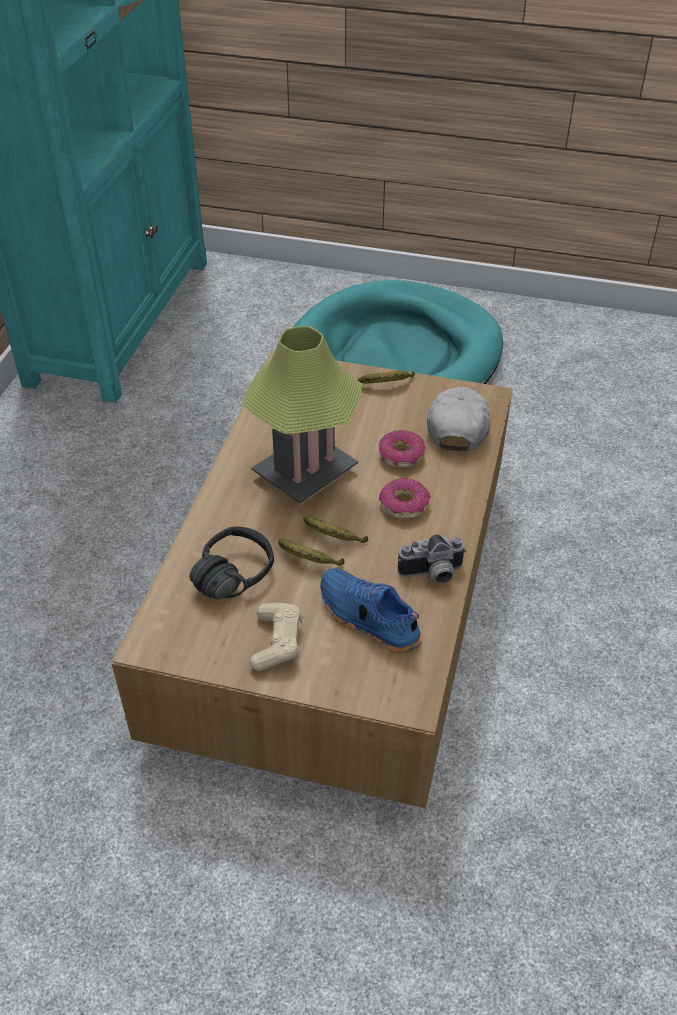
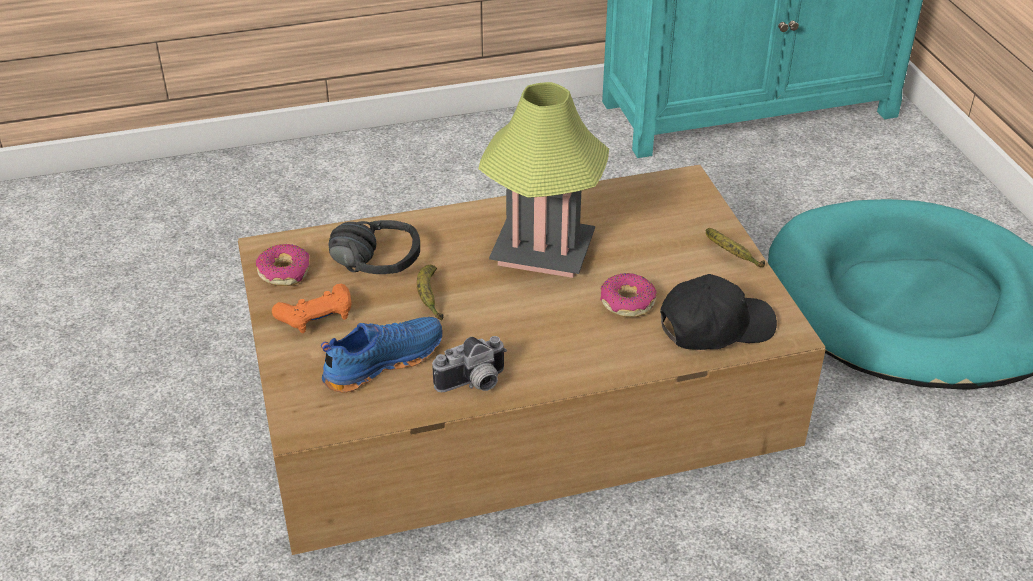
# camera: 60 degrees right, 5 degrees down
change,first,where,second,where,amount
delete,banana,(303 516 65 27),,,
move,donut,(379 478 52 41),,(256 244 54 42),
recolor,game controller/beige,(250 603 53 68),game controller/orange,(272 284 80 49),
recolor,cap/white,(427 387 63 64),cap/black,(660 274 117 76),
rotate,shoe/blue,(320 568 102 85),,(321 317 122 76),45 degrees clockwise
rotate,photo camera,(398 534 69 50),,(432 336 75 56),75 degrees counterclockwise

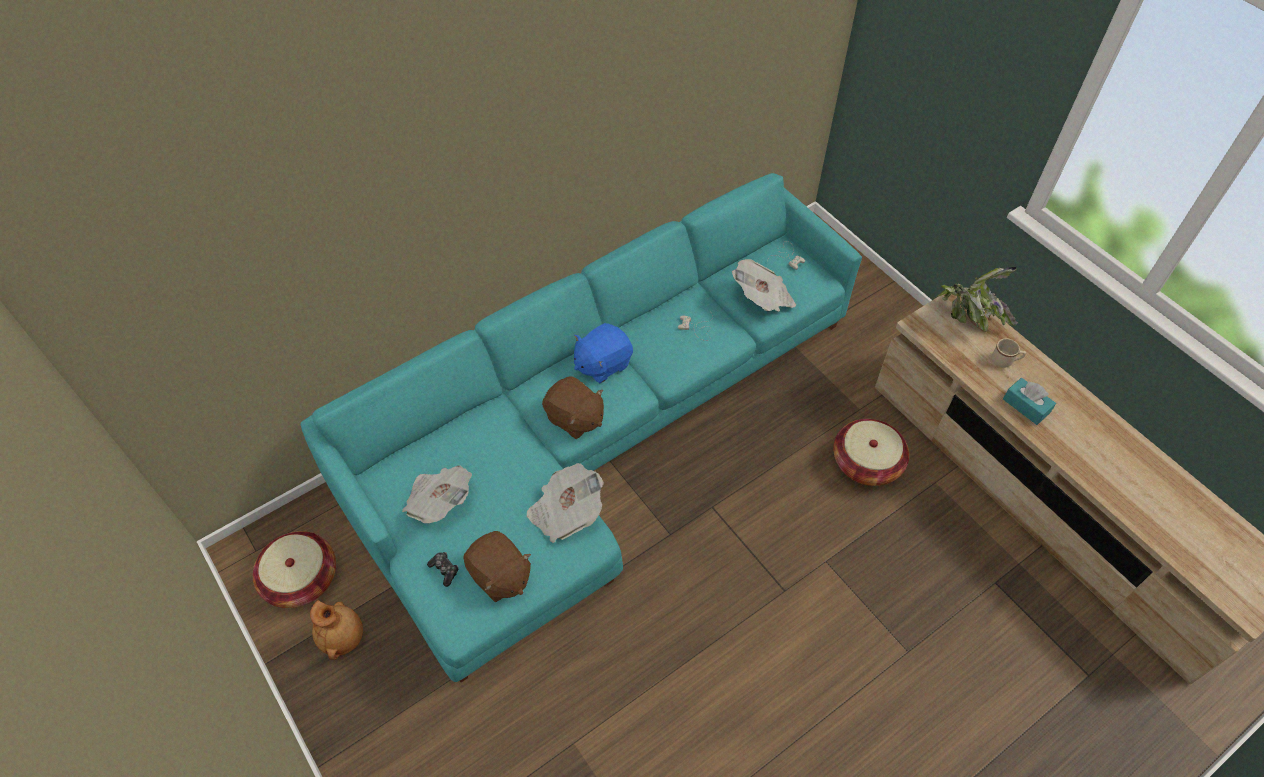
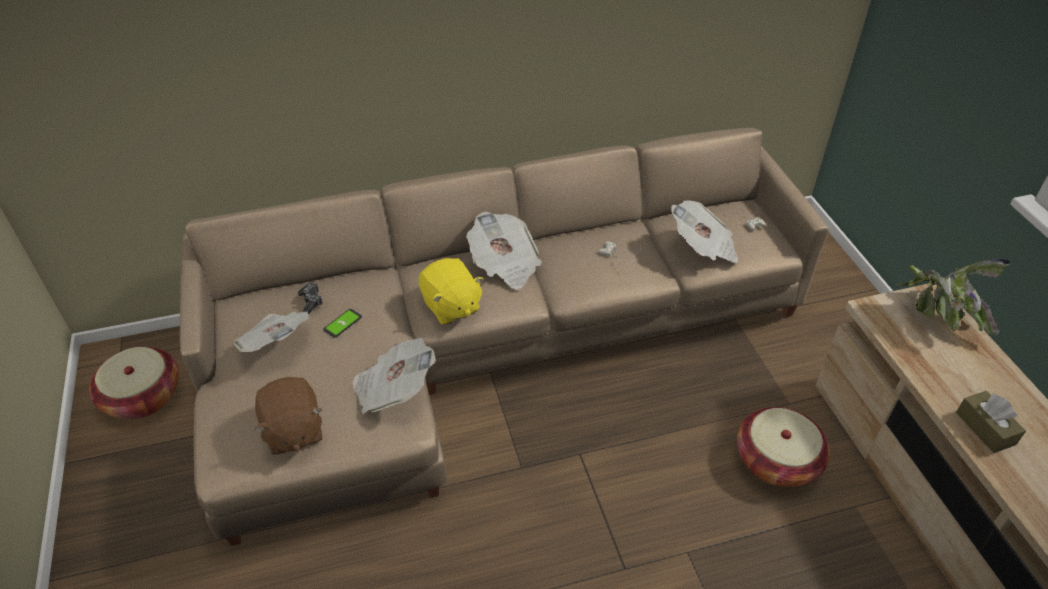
# camera: 20 degrees right, 10 degrees down
change,first,where,second,where,amount
delete,vase/brown,(310 600 53 60),,,
delete,mug/beige,(992 338 34 29),,,
insert,,,phone,(323 309 39 29),
move,game controller,(427 552 31 35),,(298 283 25 31),
replace,plush toy/blue,(574 323 59 60),newspaper,(466 211 76 79),
recolor,sofa/turquoise,(301 173 561 510),sofa/beige,(180 128 649 418),
recolor,plush toy/brown,(542 377 62 62),plush toy/yellow,(419 258 65 67),
recolor,tissue box/turquoise,(1003 378 53 47),tissue box/brown,(956 391 70 62),

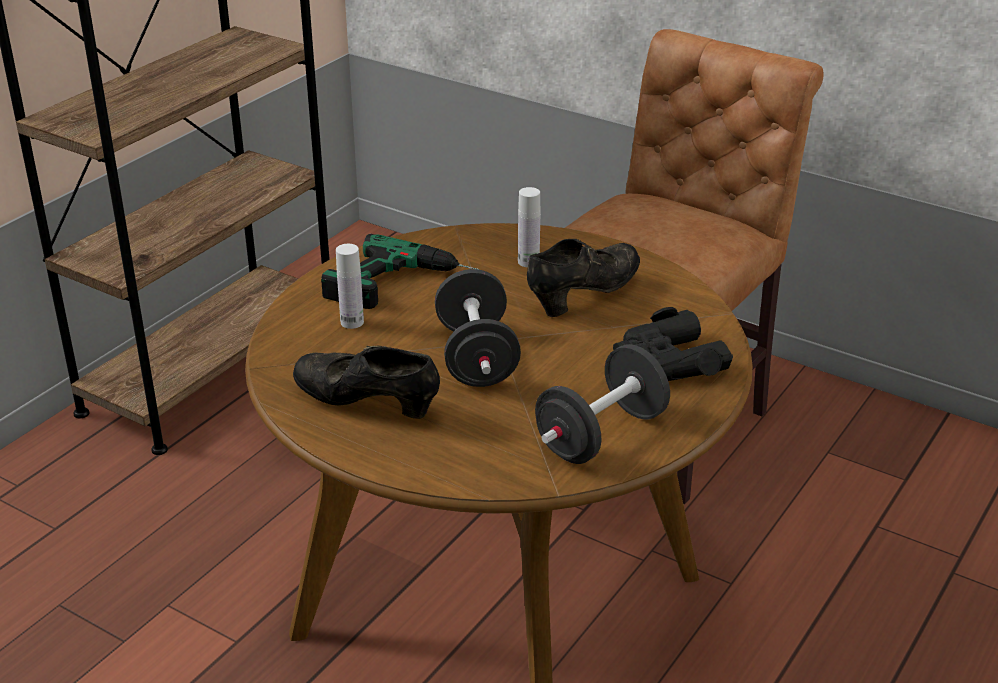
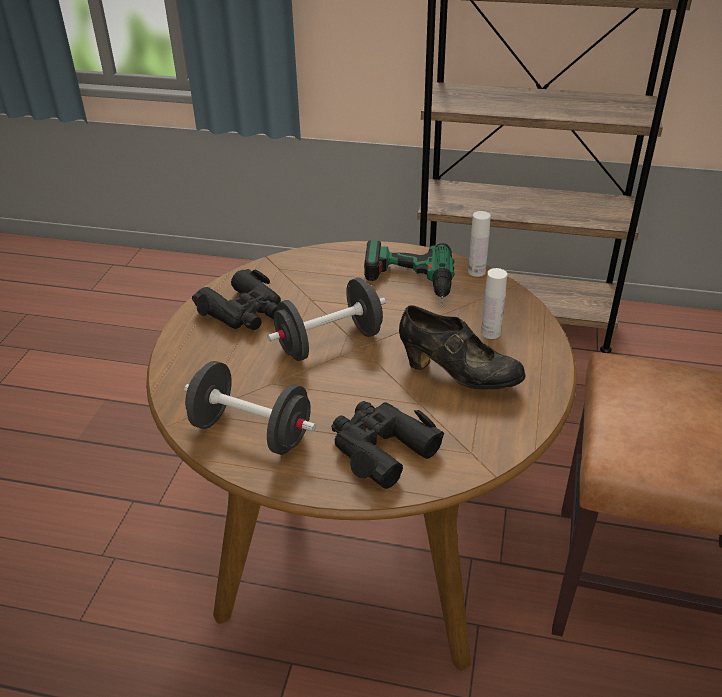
# camera: 70 degrees right, 5 degrees up
change,first,where,second,where,amount
move,bottle/white,(336 244 28 85),,(468 211 23 66),
replace,shoe/black,(293 346 147 73),binoculars/black,(192 269 89 61),

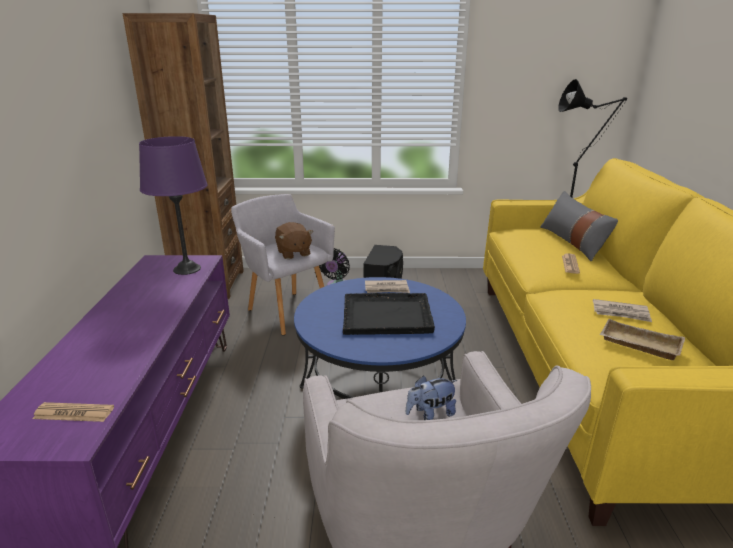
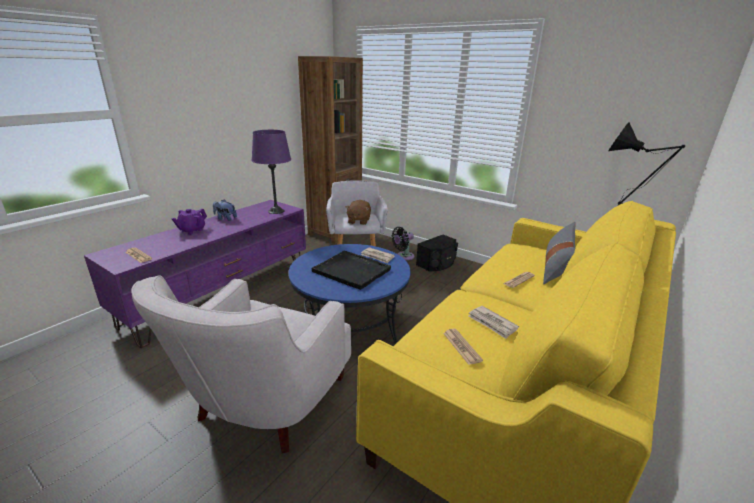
# camera: 35 degrees right, 0 degrees up
change,first,where,second,where,amount
insert,,,teapot/purple,(172 209 35 25),
move,plush toy,(406 376 51 44),,(213 199 24 22),
replace,tray/beige,(600 319 85 41),newspaper,(443 329 40 36),

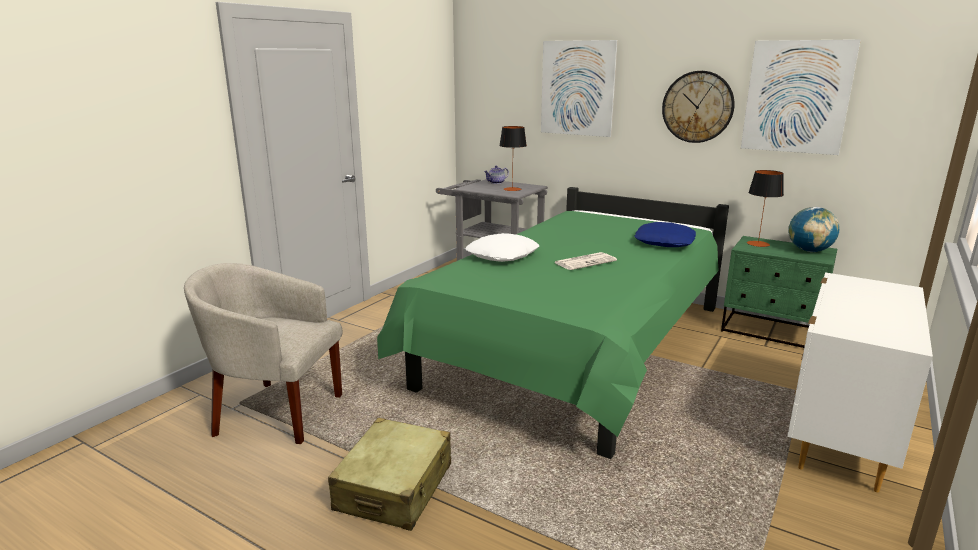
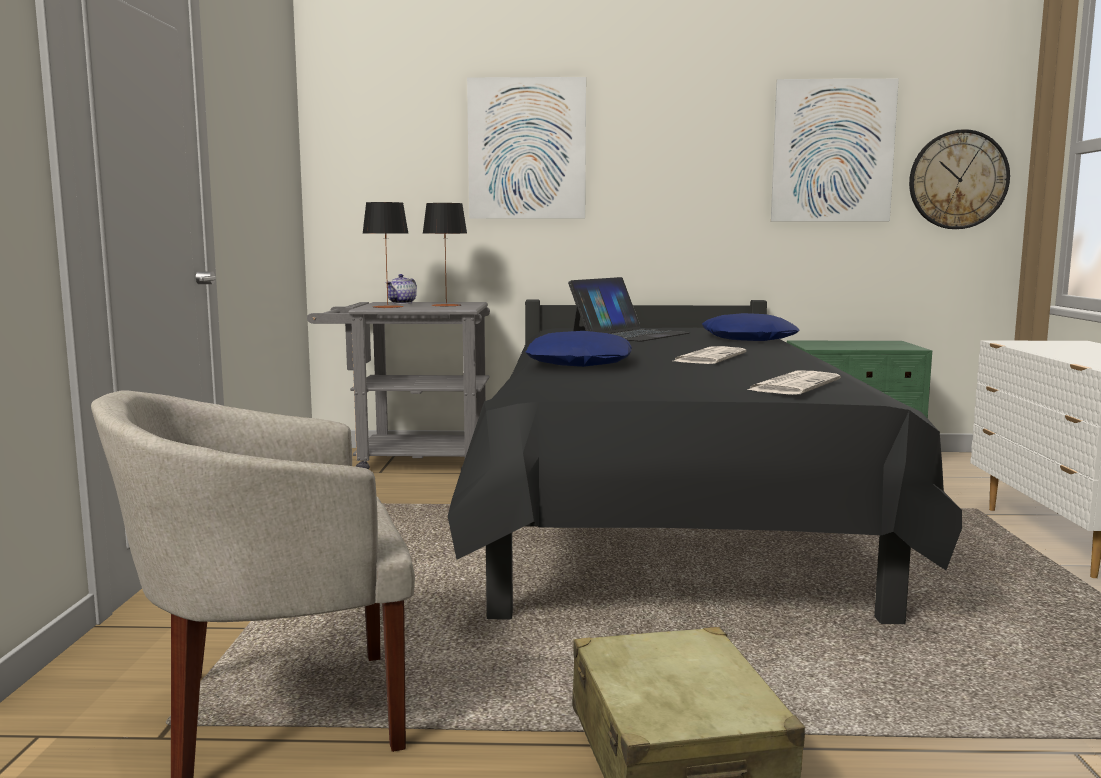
# camera: 30 degrees left, 10 degrees down
change,first,where,second,where,amount
delete,globe,(788 207 52 45),,,
insert,,,laptop,(568 277 122 65),
insert,,,newspaper,(747 370 94 25),
move,wall clock,(662 71 72 72),,(909 129 101 100),
move,table lamp,(747 170 37 77),,(363 202 46 106),
recolor,bed/green,(377 187 352 272),bed/black,(448 300 514 324),
recolor,pillow/white,(465 233 74 29),pillow/blue,(525 331 107 36),

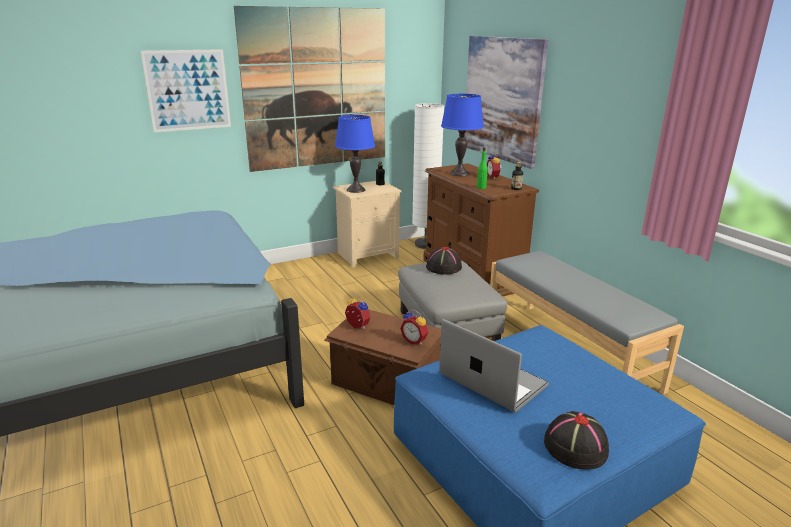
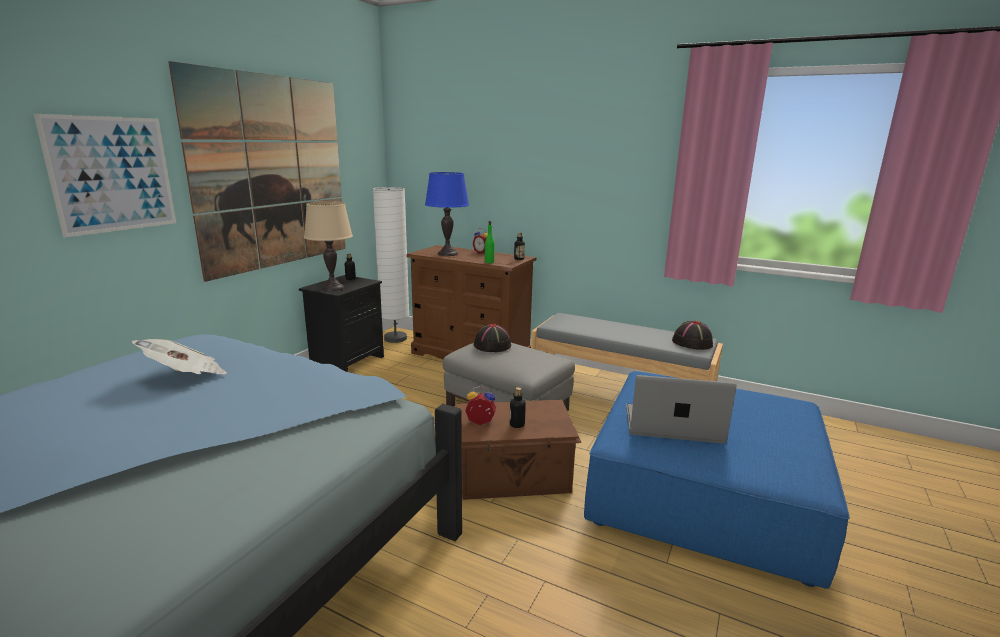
# camera: 35 degrees left, 5 degrees down
change,first,where,second,where,amount
delete,alarm clock,(400 310 28 35),,,
delete,picture,(464 36 84 133),,,
insert,,,newspaper,(132 339 95 35),
insert,,,bottle,(510 387 16 41),
move,hat/black,(544 411 65 59),,(672 321 41 29),
recolor,nightstand/beige,(333 181 68 87),nightstand/black,(299 275 85 97),
recolor,table lamp/blue,(335 115 40 78),table lamp/beige,(304 201 49 90),

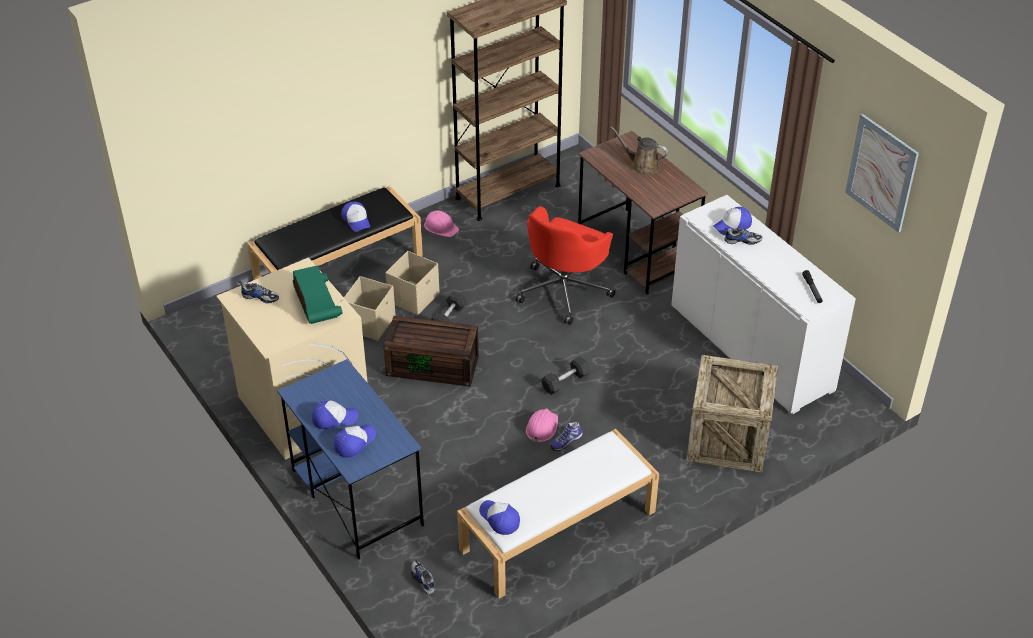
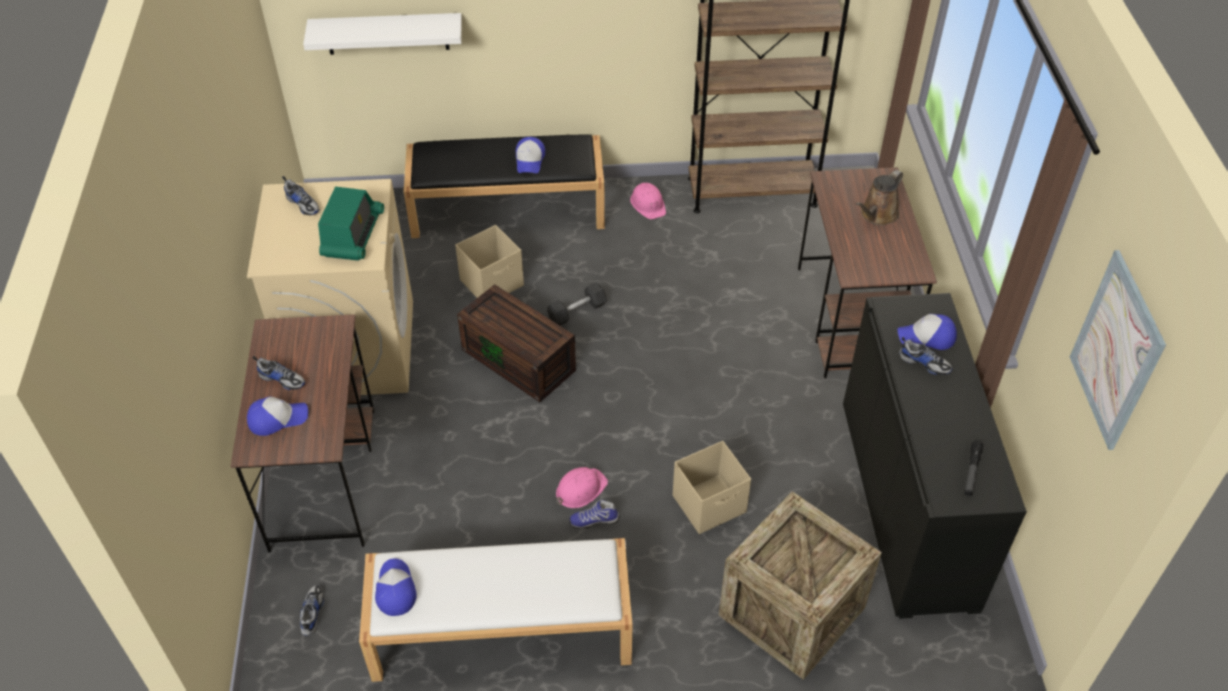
# camera: 30 degrees right, 5 degrees up
change,first,where,second,where,amount
delete,office chair/red,(516 206 99 119),,,
delete,dumbbell/grey,(541 356 49 39),,,
insert,,,shelf/white,(303 13 159 42),
move,storage box/beige,(385 251 55 64),,(673 441 78 93),
replace,cap,(312 400 46 29),shoe,(253 356 52 34),
recolor,desk/blue,(277 359 147 200),desk/brown,(231 314 143 239),
recolor,cabinet/white,(671 195 185 219),cabinet/black,(843 293 184 326),
rotate,watering can/brown,(610 127 58 48),,(856 170 47 56),105 degrees counterclockwise

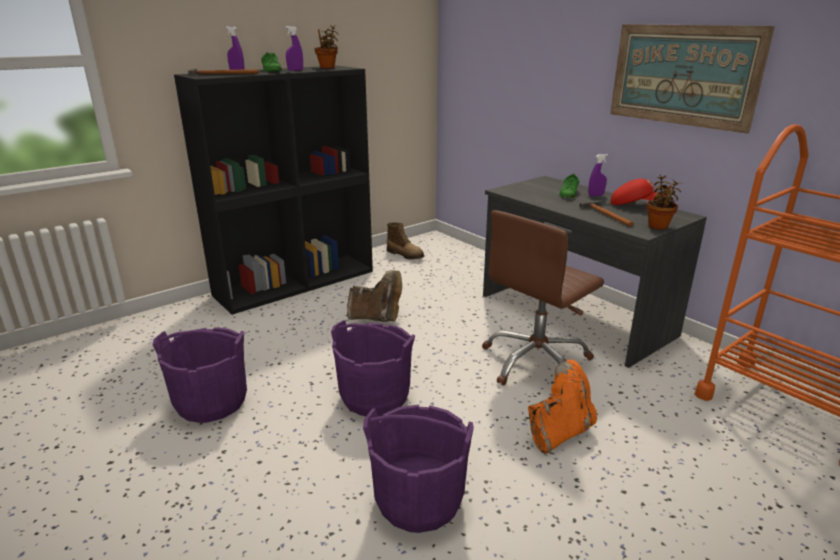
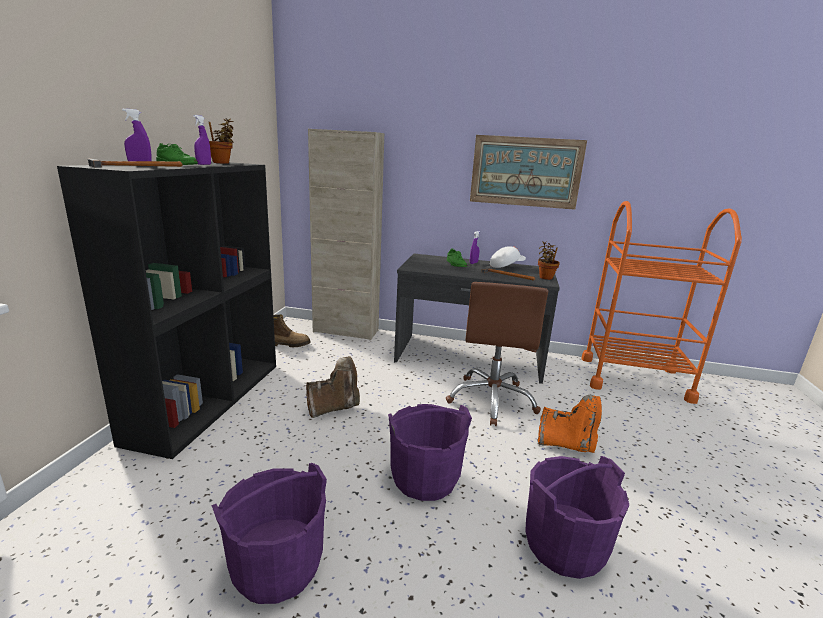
# camera: 40 degrees left, 5 degrees down
change,first,where,second,where,amount
insert,,,cabinet/beige,(308 129 76 211),
recolor,cap/red,(610 179 54 26),cap/white,(490 246 36 22),
rotate,boot/orange,(528 360 69 94),,(538 395 64 58),90 degrees clockwise

